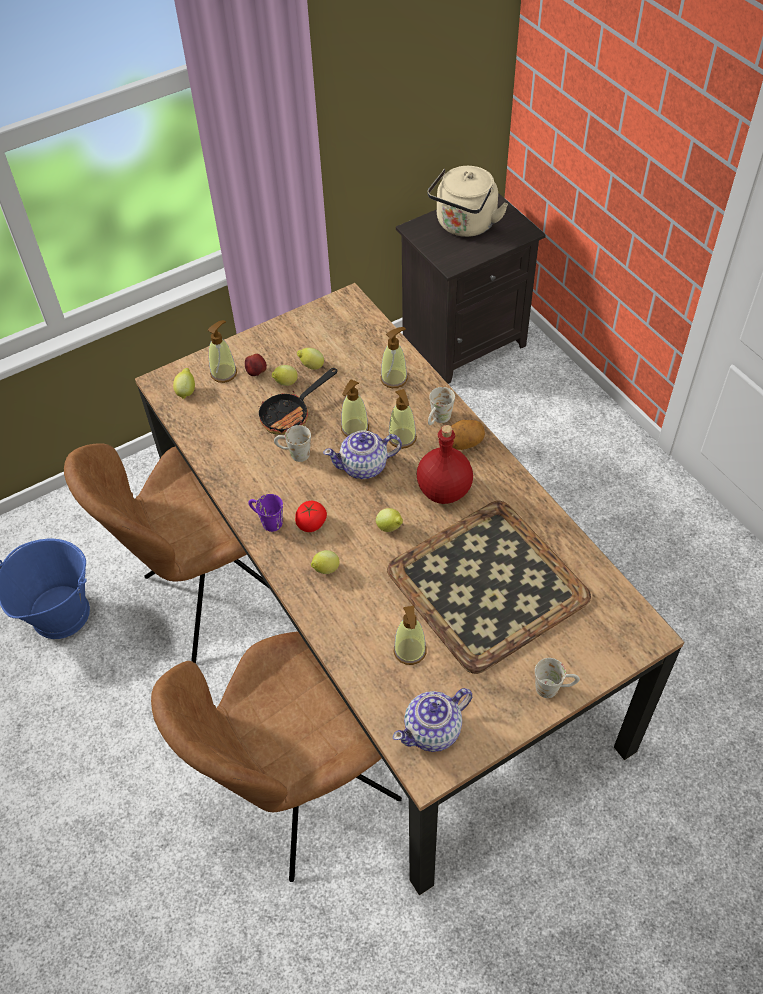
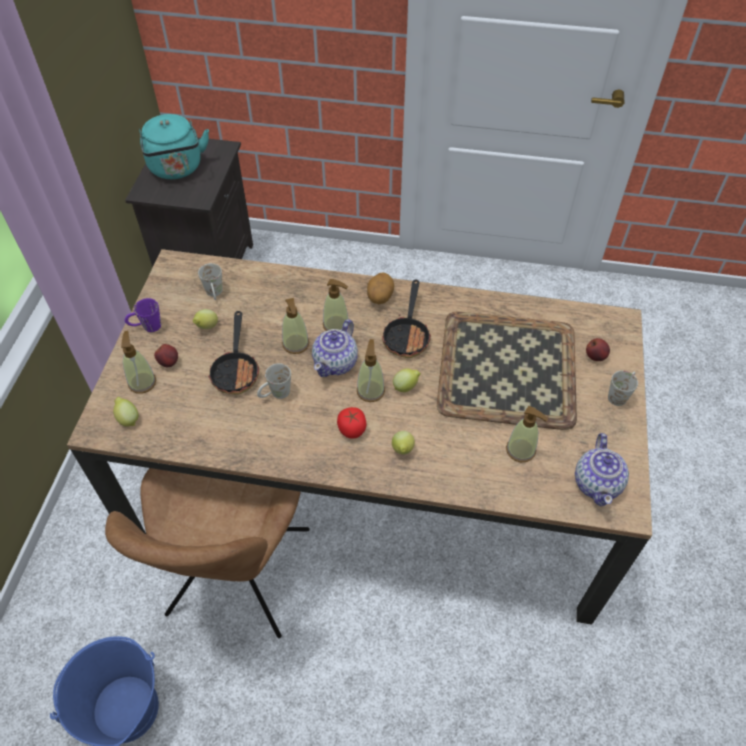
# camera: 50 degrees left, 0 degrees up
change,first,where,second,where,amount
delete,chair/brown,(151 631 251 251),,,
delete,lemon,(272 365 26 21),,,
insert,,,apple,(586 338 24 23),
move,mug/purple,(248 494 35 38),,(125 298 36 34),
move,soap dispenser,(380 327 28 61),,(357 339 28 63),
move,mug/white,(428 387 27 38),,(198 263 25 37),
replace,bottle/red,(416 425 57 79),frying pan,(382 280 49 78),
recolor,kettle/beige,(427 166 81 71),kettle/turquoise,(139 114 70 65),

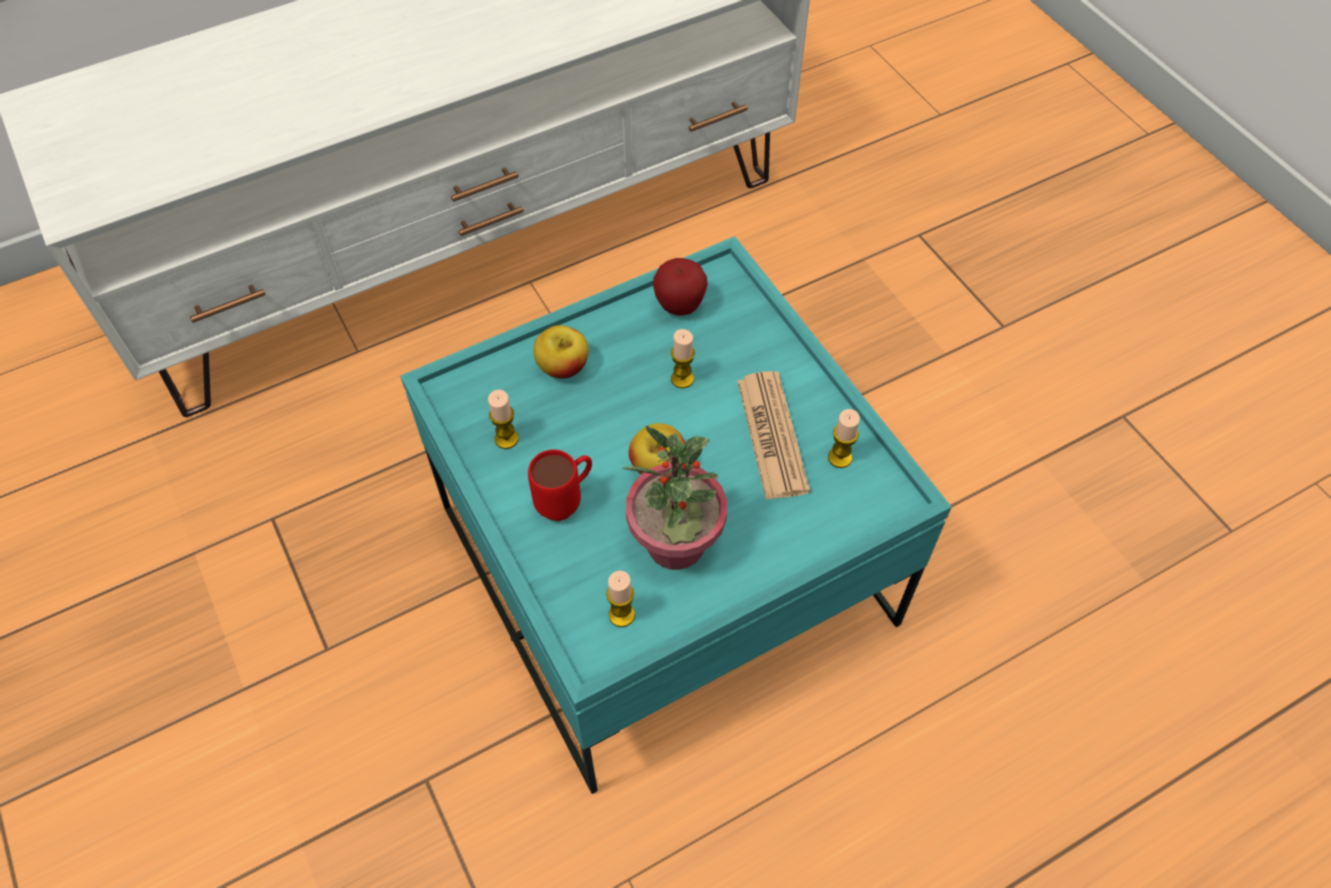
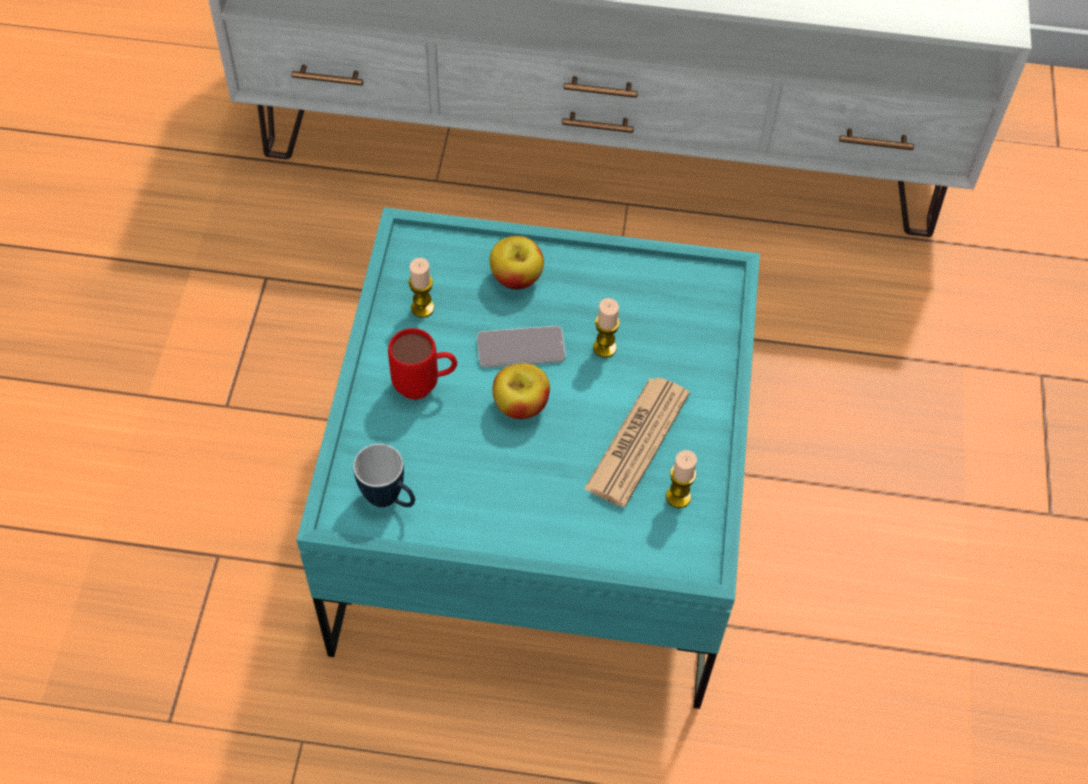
# camera: 35 degrees right, 0 degrees up
change,first,where,second,where,amount
delete,potted plant,(622 426 105 144),,,
delete,apple,(653 258 55 57),,,
insert,,,phone,(477 326 89 42),
replace,candle,(606 571 29 56),mug,(353 444 62 63),

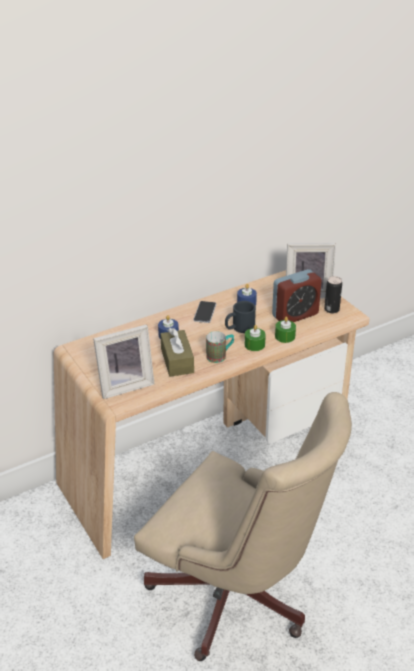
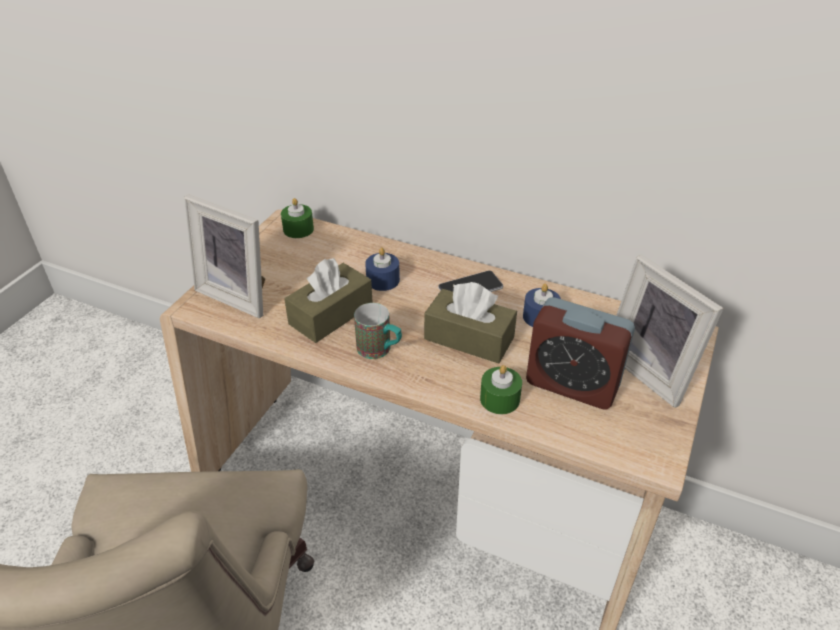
# camera: 55 degrees right, 5 degrees up
change,first,where,second,where,amount
delete,can,(324 276 18 37),,,
move,candle/green,(245 325 21 26),,(281 198 33 40),
replace,mug/black,(225 301 31 32),tissue box/brown,(424 282 93 82),

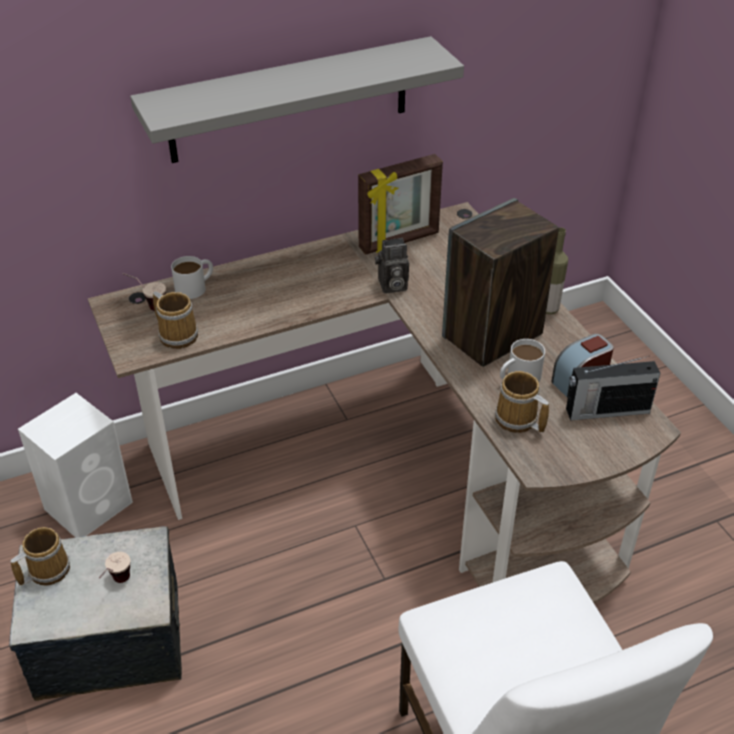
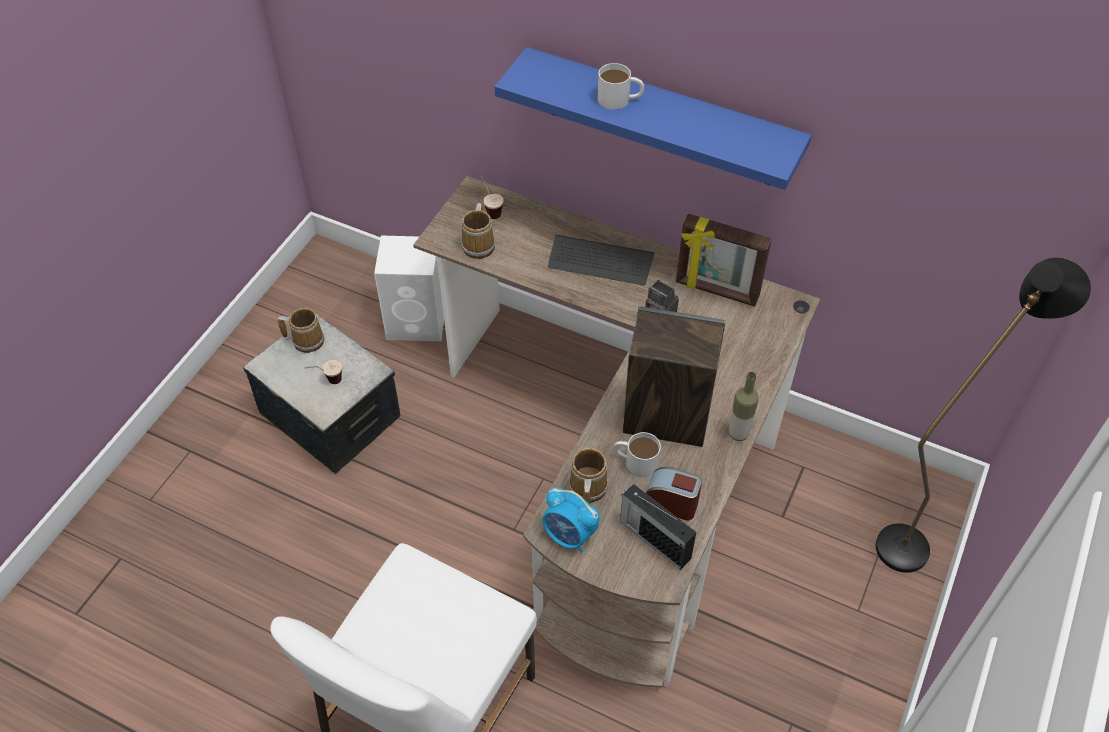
# camera: 50 degrees right, 10 degrees up
change,first,where,second,where,amount
insert,,,alarm clock,(543 488 57 65),
insert,,,keyboard,(548 235 107 50),
insert,,,floor lamp/black,(876 258 215 315),
move,mug/white,(171 256 42 43),,(598 63 46 46),
recolor,shelf/grey,(130 36 334 127),shelf/blue,(495 47 317 143),

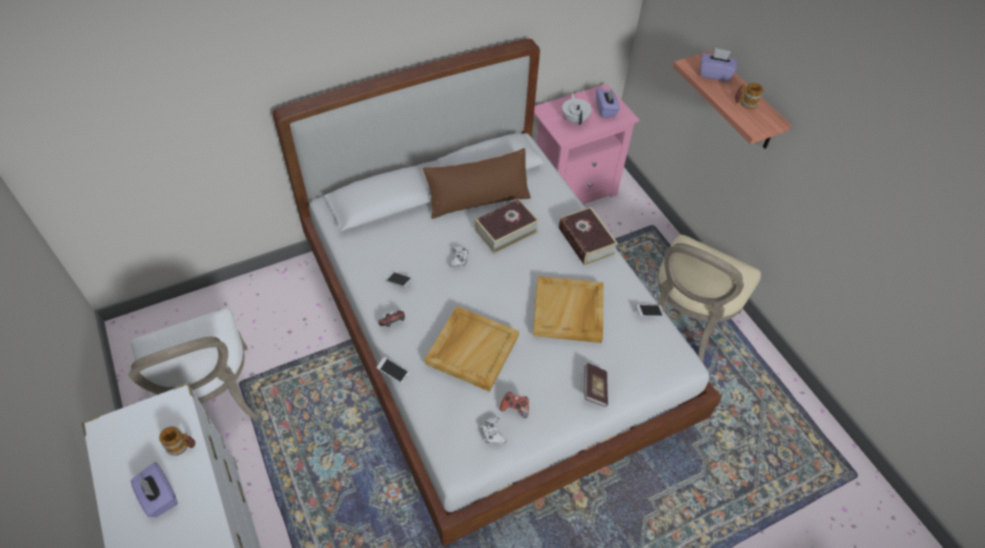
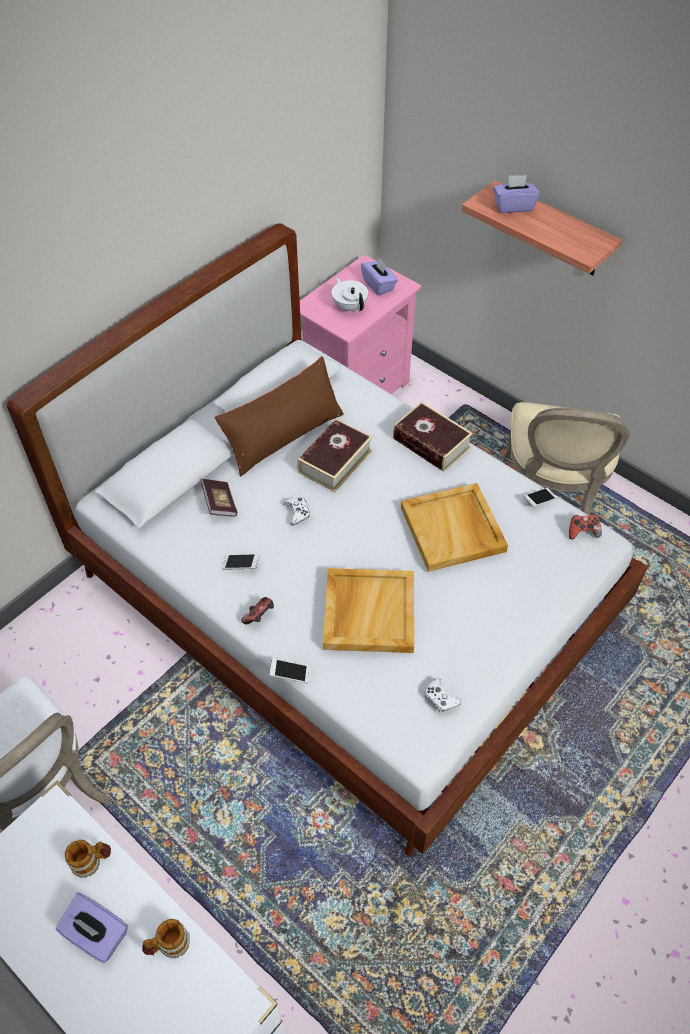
# camera: 20 degrees left, 0 degrees up
change,first,where,second,where,amount
move,game controller,(500 392 29 26),,(569 514 33 26),
move,book,(584 363 24 44),,(201 479 36 38),
move,mug,(735 83 28 26),,(142 919 48 40),

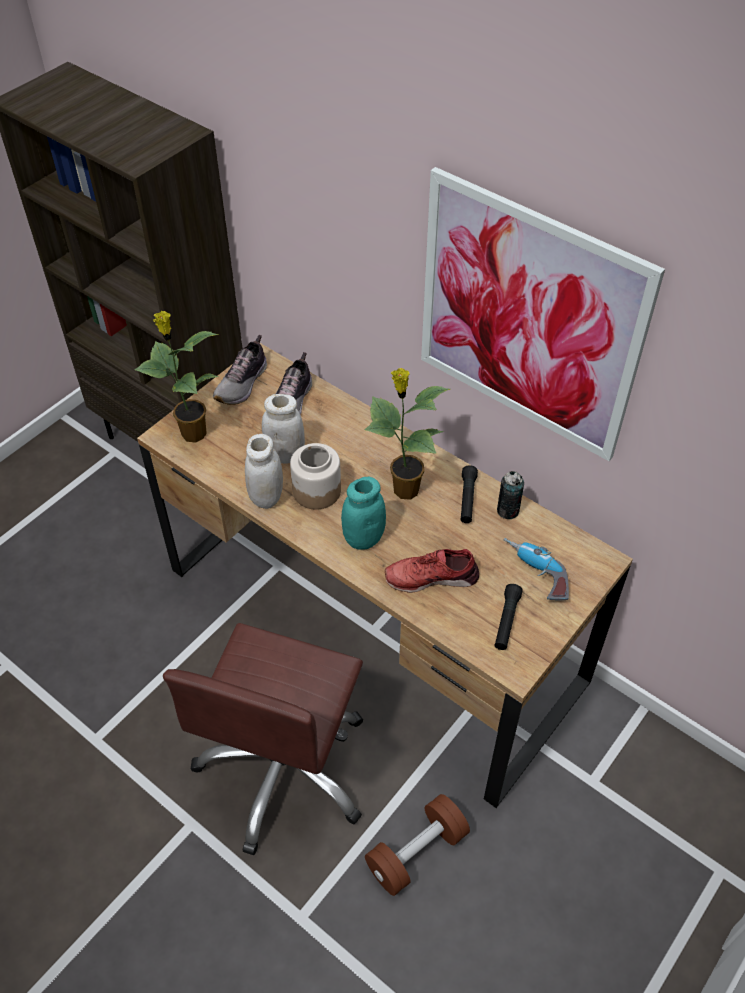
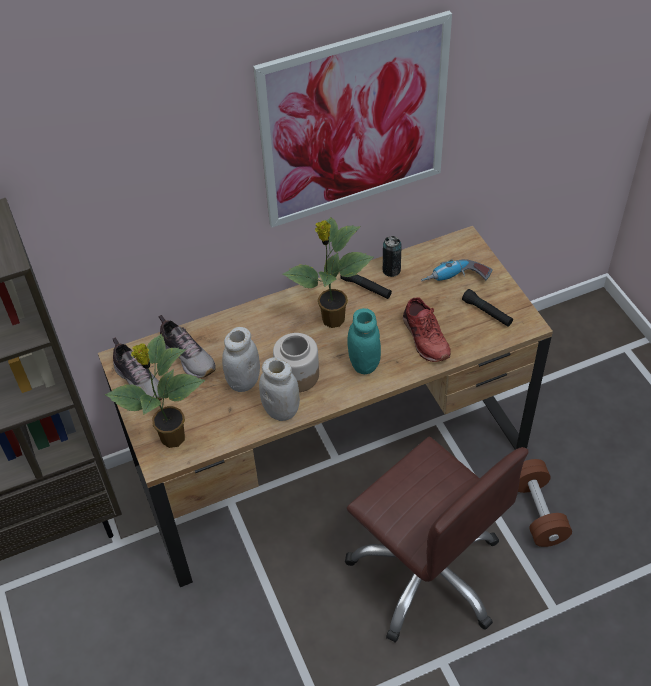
# camera: 60 degrees left, 0 degrees up
change,first,where,second,where,amount
rotate,shoe/red,(385 549 94 44),,(403 298 48 64),45 degrees counterclockwise

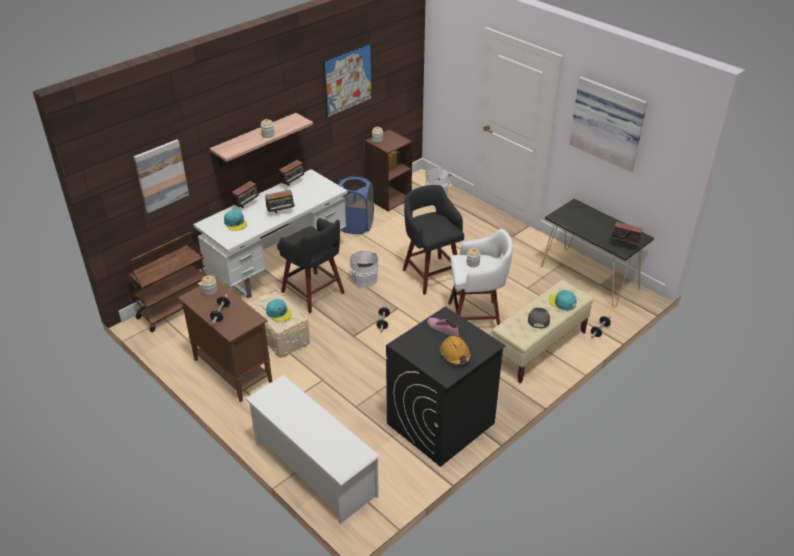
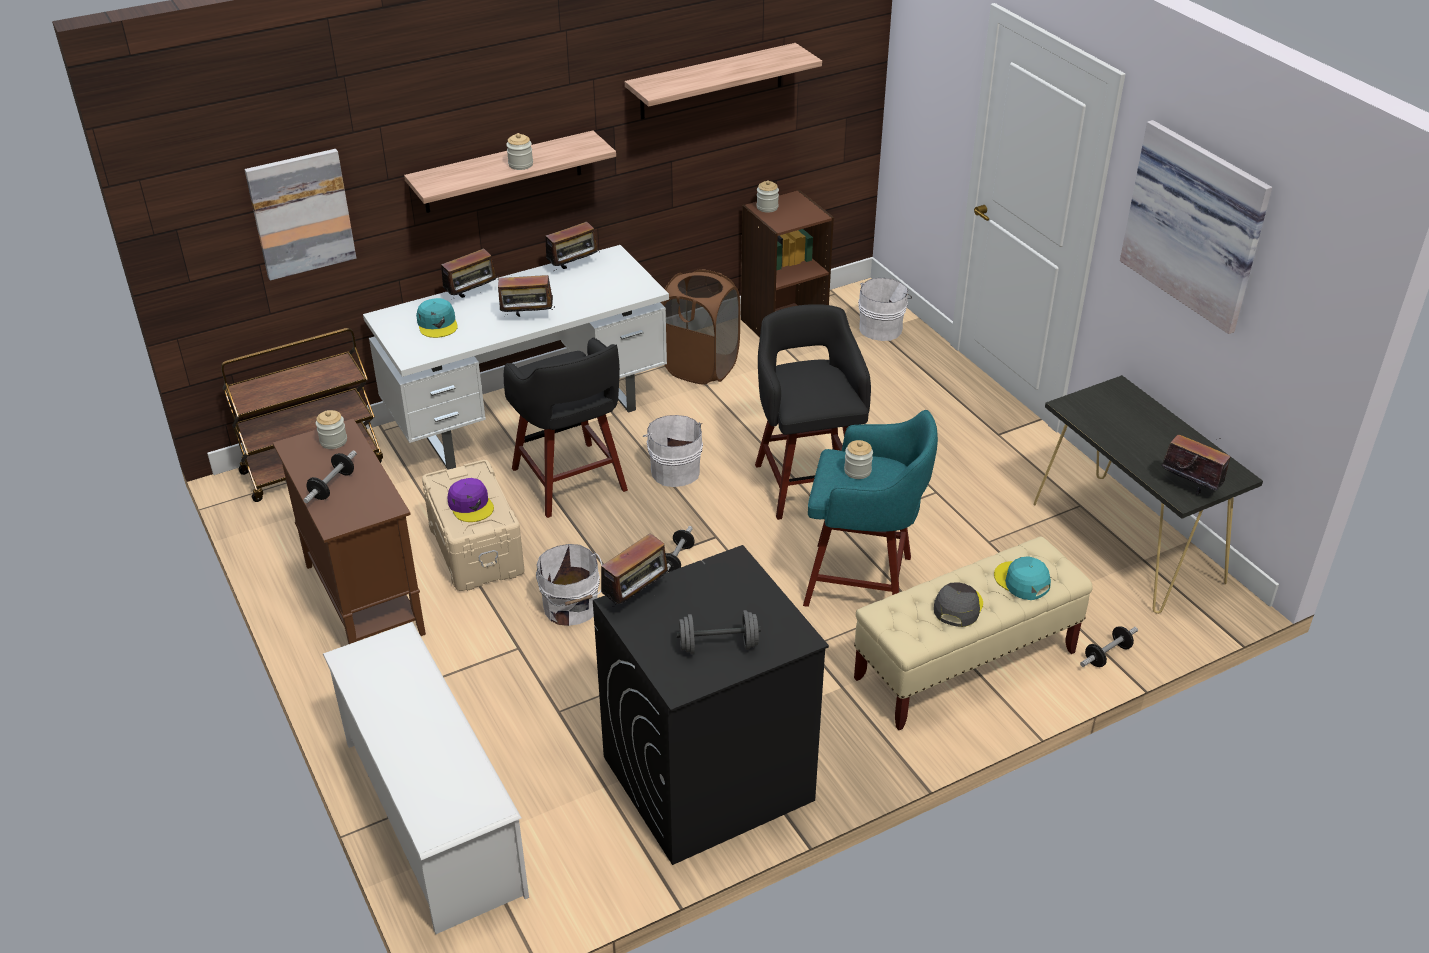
# camera: 15 degrees right, 0 degrees up
change,first,where,second,where,amount
delete,shoe,(427 318 34 19),,,
insert,,,bucket/white,(536 544 66 82),
insert,,,radio,(601 533 71 74),
replace,picture,(323 43 49 75),shelf,(625 43 197 77),
replace,hard hat/orange,(440 336 31 29),dumbbell/grey,(676 610 85 44),
recolor,cap/turquoise,(266 299 26 23),cap/purple,(448 478 46 44),
recolor,laundry basket/blue,(338 176 36 58),laundry basket/brown,(661 269 79 116),
recolor,stool/white,(448 228 65 97),stool/turquoise,(803 410 135 197),

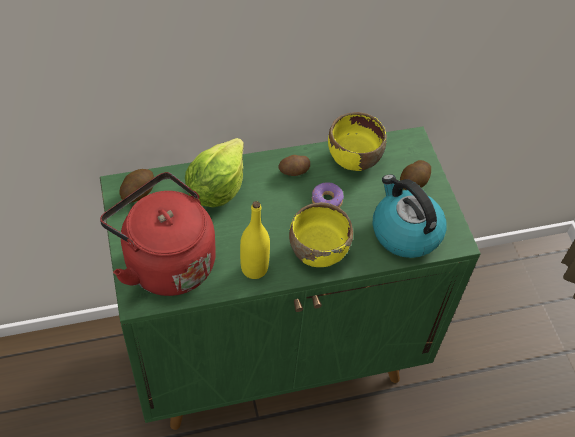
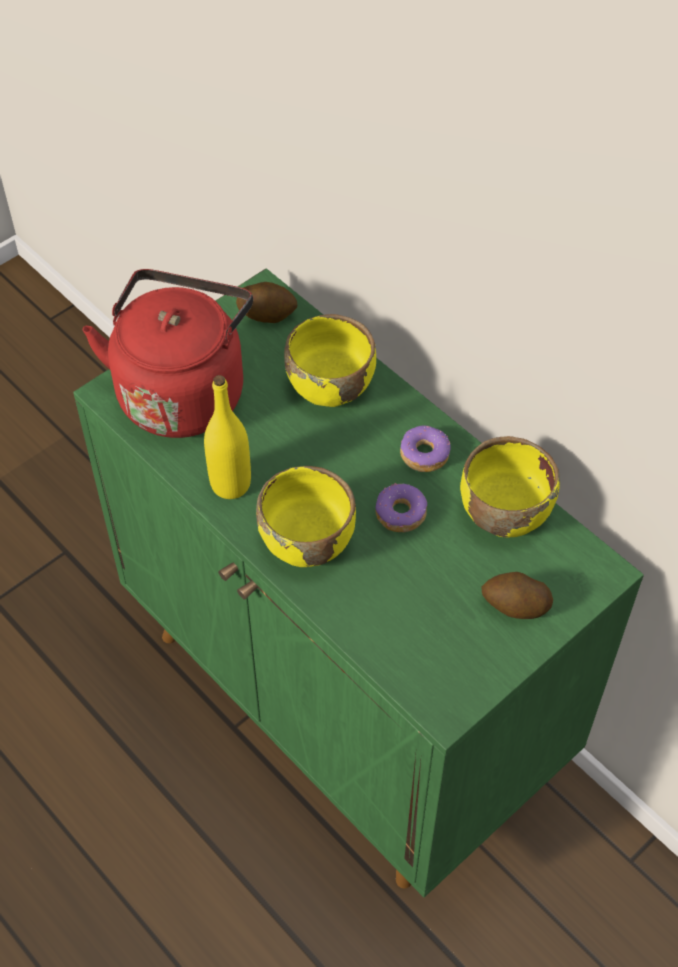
# camera: 65 degrees right, 0 degrees up
change,first,where,second,where,amount
delete,kettle,(372 174 75 84),,,
replace,lettuce,(185 138 59 69),bowl/yellow,(284 314 92 93),
replace,potato,(278 155 32 21),donut,(400 426 51 46),

